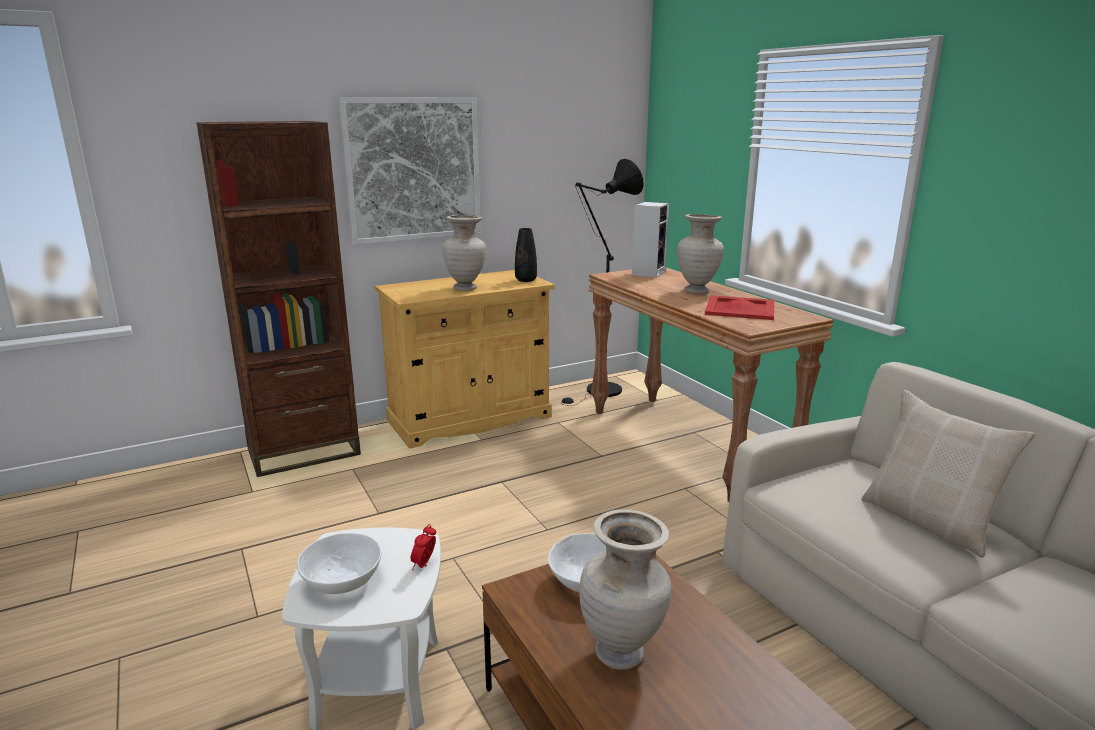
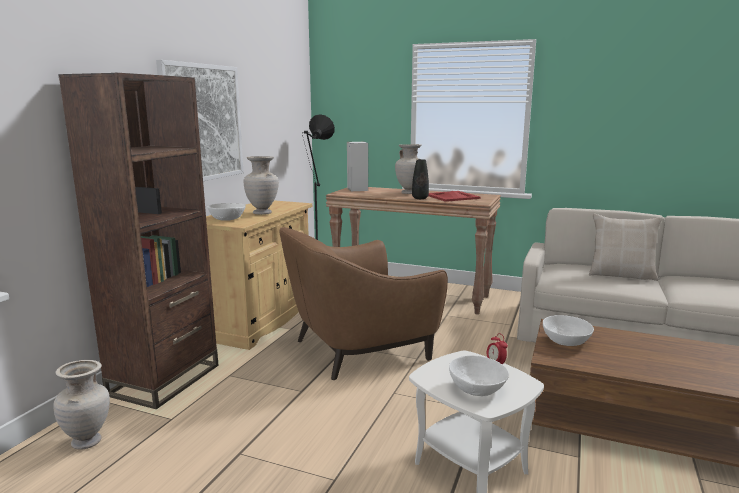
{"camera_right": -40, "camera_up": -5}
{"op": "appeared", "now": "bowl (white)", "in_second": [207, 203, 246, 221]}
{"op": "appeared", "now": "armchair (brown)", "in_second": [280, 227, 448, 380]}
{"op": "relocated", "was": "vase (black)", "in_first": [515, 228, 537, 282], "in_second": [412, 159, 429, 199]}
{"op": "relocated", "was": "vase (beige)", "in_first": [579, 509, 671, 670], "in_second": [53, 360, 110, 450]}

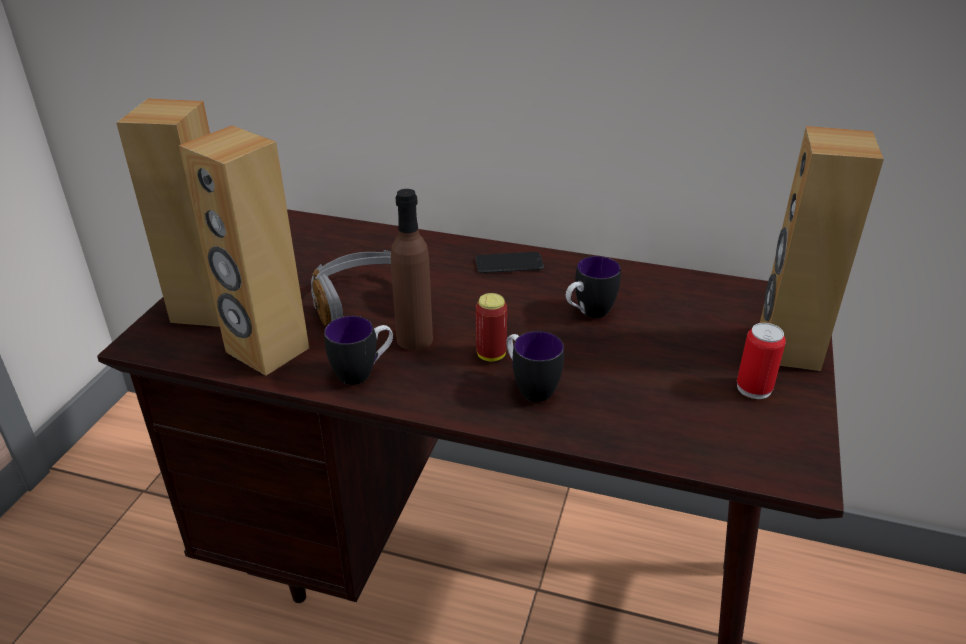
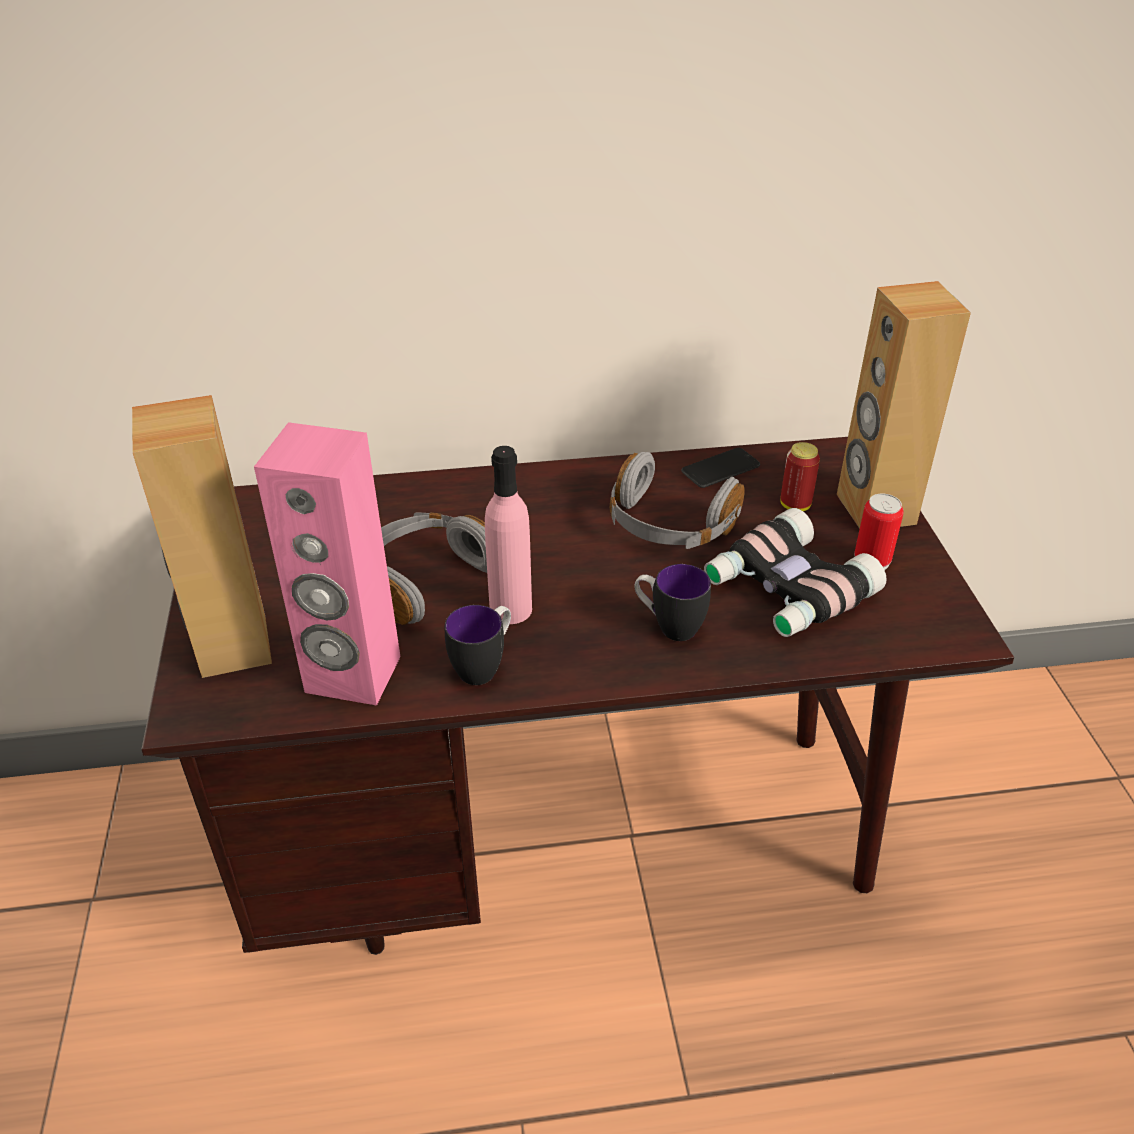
{"camera_right": -25, "camera_up": 5}
{"op": "appeared", "now": "binoculars", "in_second": [704, 508, 887, 637]}
{"op": "relocated", "was": "phone", "in_first": [475, 252, 544, 273], "in_second": [681, 448, 760, 488]}
{"op": "relocated", "was": "can", "in_first": [476, 293, 507, 361], "in_second": [780, 442, 820, 511]}
{"op": "exchanged", "was": "mug", "now": "headphones (grey)", "in_first": [566, 256, 621, 318], "in_second": [609, 452, 745, 549]}
{"op": "colour", "was": "speaker (brown)", "now": "speaker (pink)", "in_first": [179, 125, 309, 376], "in_second": [254, 422, 401, 706]}
{"op": "colour", "was": "bottle (brown)", "now": "bottle (pink)", "in_first": [391, 189, 433, 350], "in_second": [485, 446, 532, 624]}

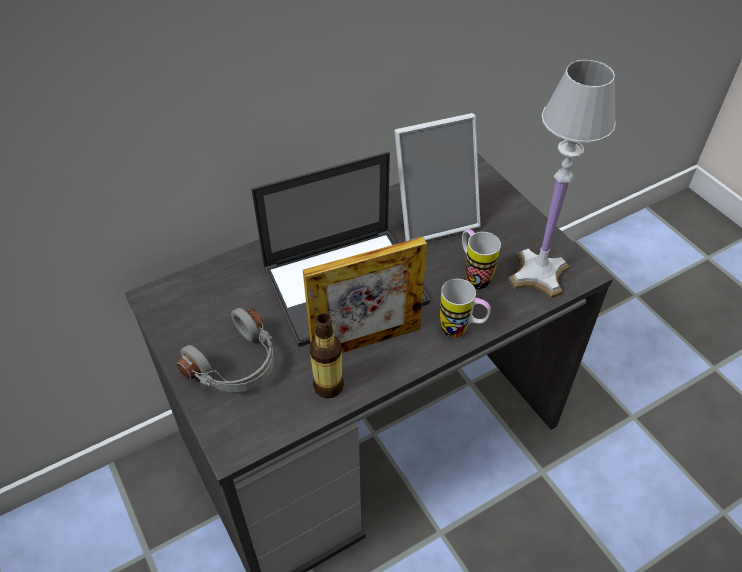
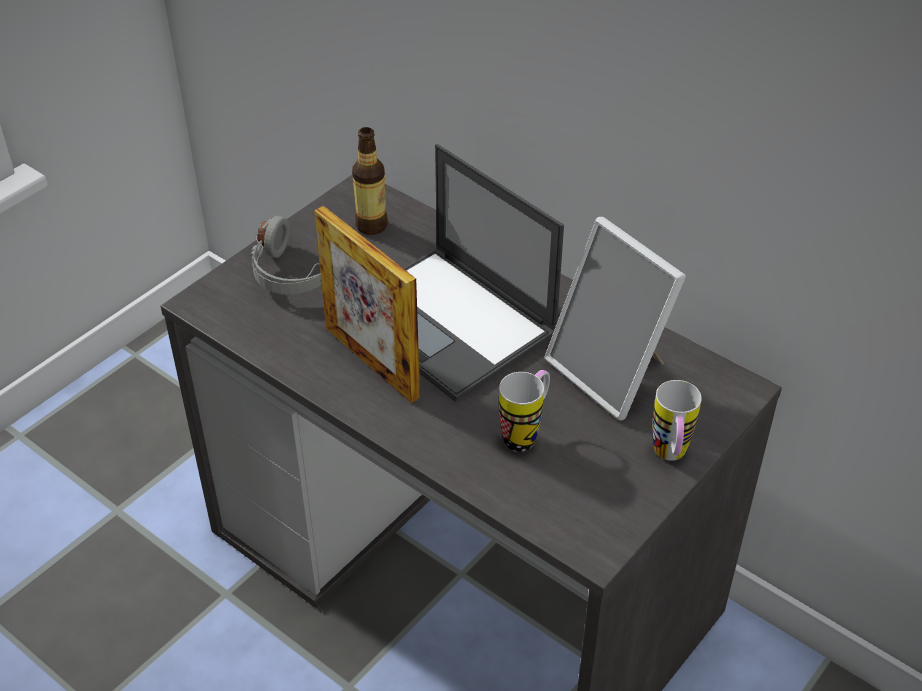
{"camera_right": 70, "camera_up": -5}
{"op": "missing", "was": "table lamp (white)", "in_first": [508, 60, 616, 299]}
{"op": "relocated", "was": "bottle", "in_first": [310, 313, 344, 398], "in_second": [352, 127, 388, 235]}
{"op": "relocated", "was": "mug", "in_first": [440, 279, 491, 338], "in_second": [653, 380, 702, 461]}

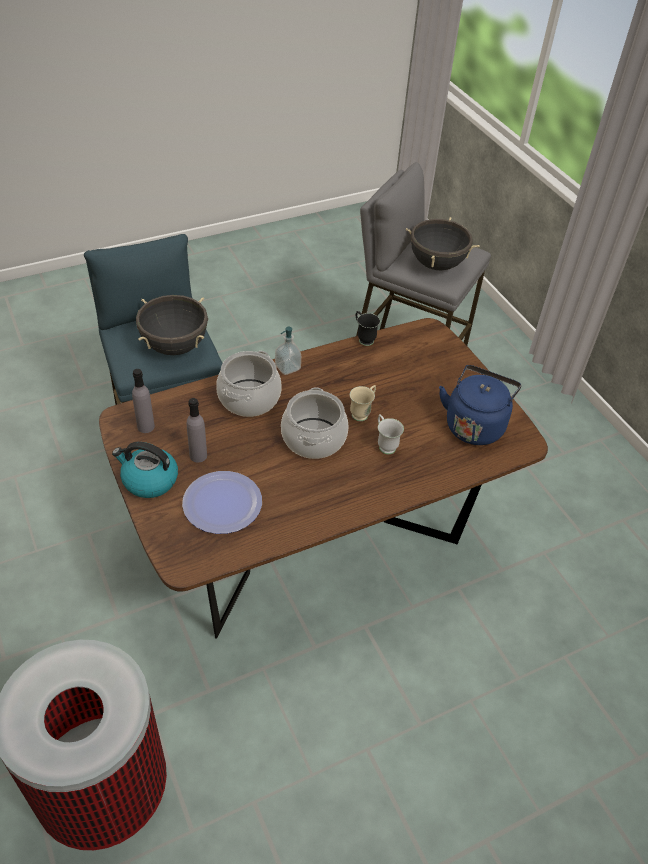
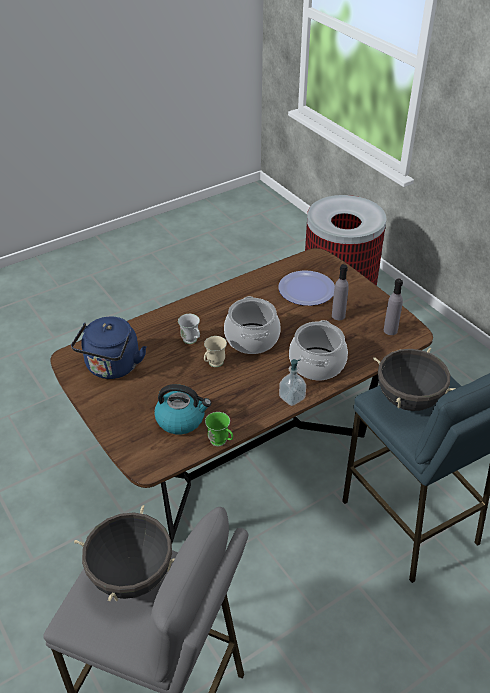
{"camera_right": 175, "camera_up": -5}
{"op": "relocated", "was": "kettle", "in_first": [112, 442, 178, 498], "in_second": [154, 384, 211, 434]}
{"op": "colour", "was": "mug (black)", "now": "mug (green)", "in_first": [356, 311, 380, 346], "in_second": [205, 412, 233, 446]}

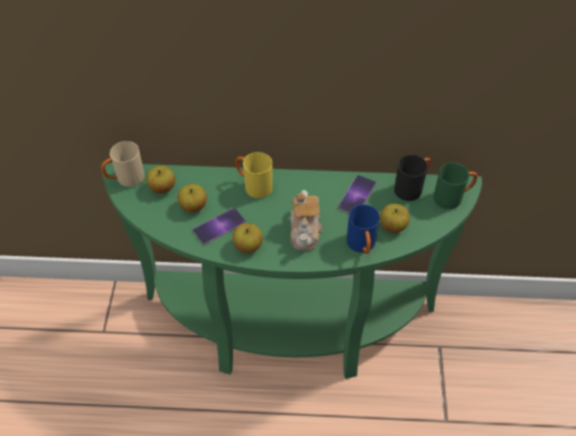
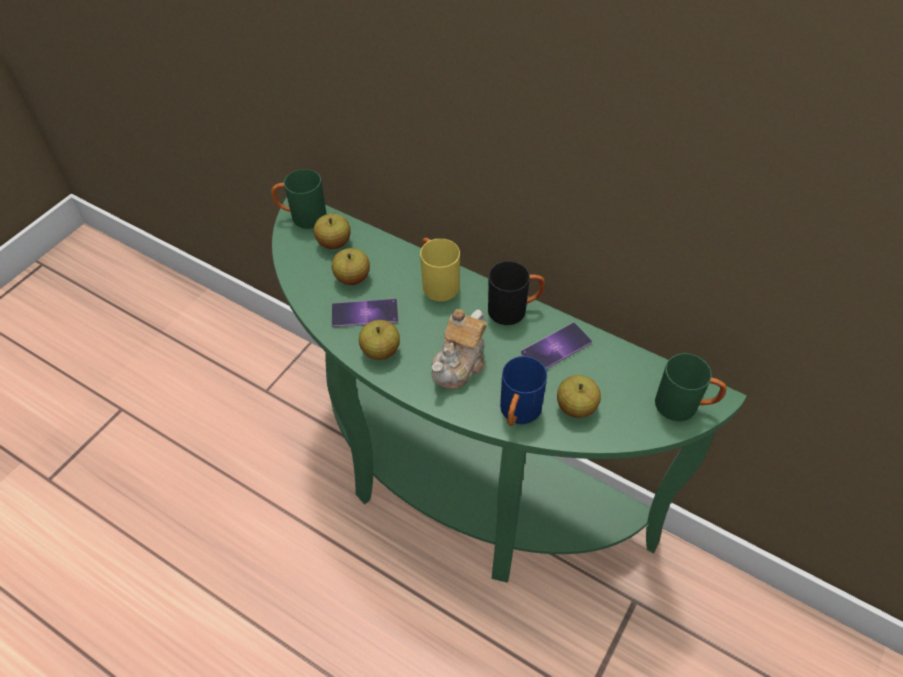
{"camera_right": 30, "camera_up": 0}
{"op": "relocated", "was": "mug (black)", "in_first": [394, 155, 431, 201], "in_second": [488, 261, 545, 325]}
{"op": "colour", "was": "mug (beige)", "now": "mug (green)", "in_first": [101, 141, 145, 187], "in_second": [271, 169, 327, 229]}

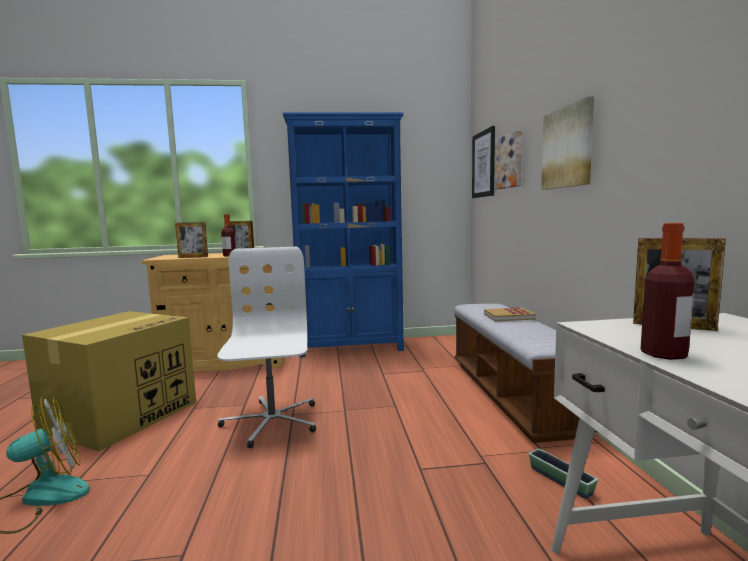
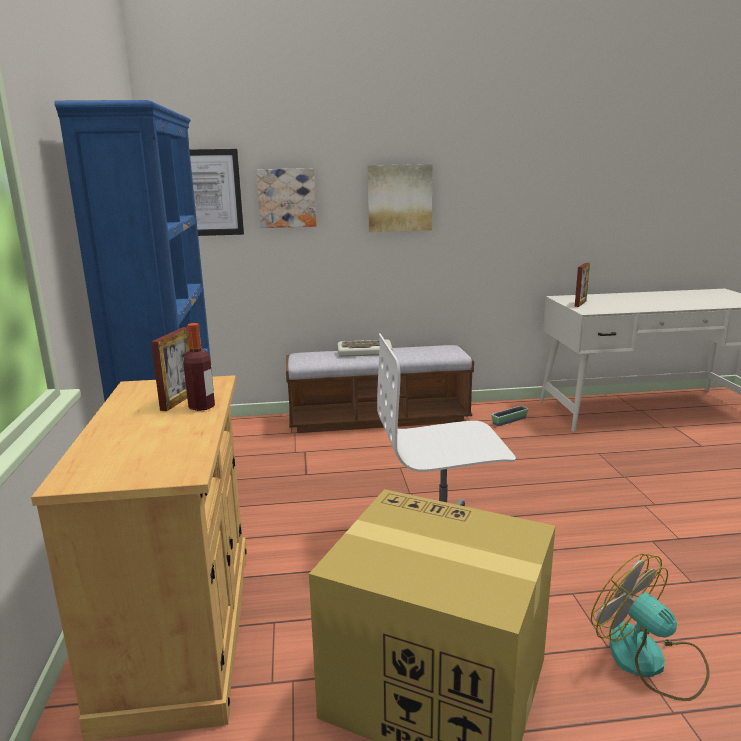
{"camera_right": -90, "camera_up": 10}
{"op": "missing", "was": "picture frame", "in_first": [175, 222, 208, 258]}
{"op": "missing", "was": "bottle", "in_first": [640, 223, 695, 360]}
{"op": "exchanged", "was": "book", "now": "keyboard", "in_first": [484, 307, 536, 321], "in_second": [337, 340, 393, 357]}

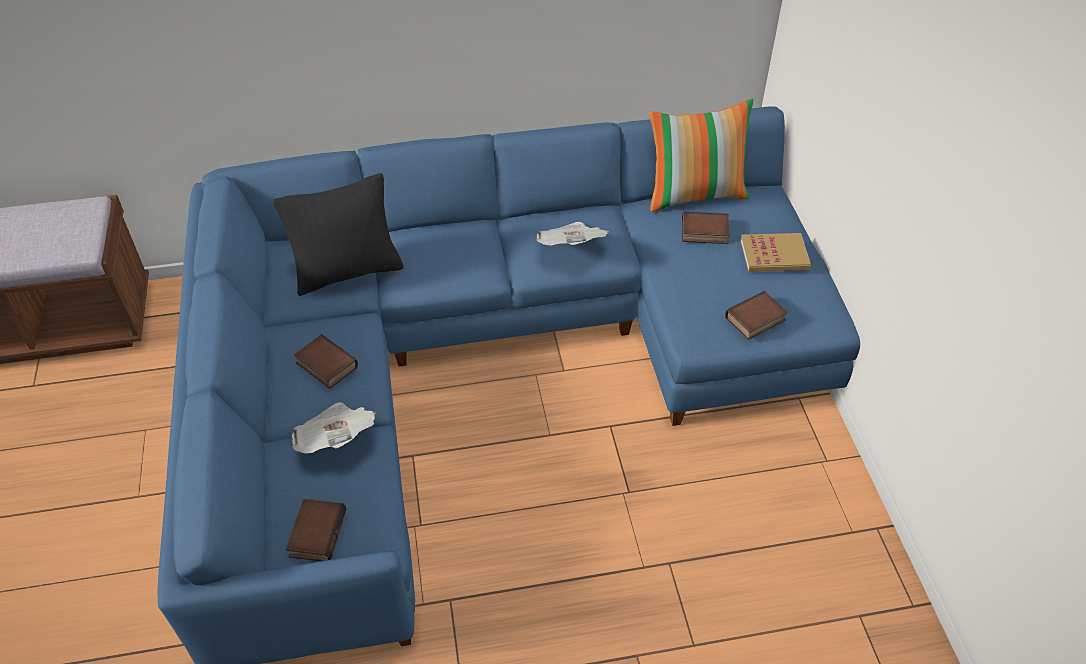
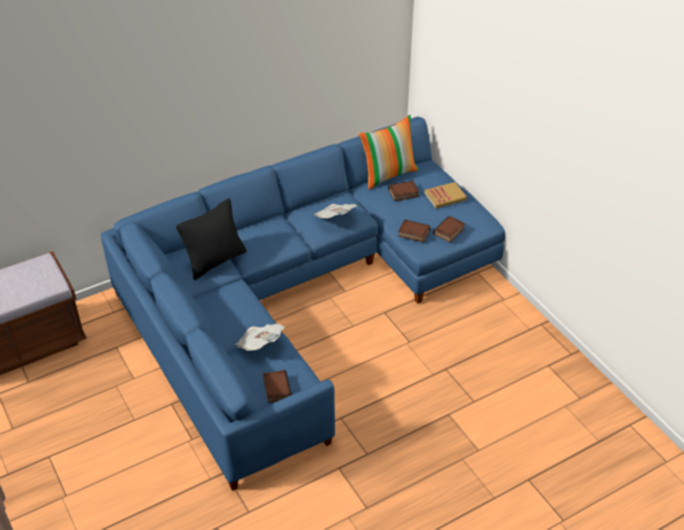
{"camera_right": -20, "camera_up": -5}
{"op": "relocated", "was": "book", "in_first": [294, 334, 358, 389], "in_second": [398, 219, 430, 243]}

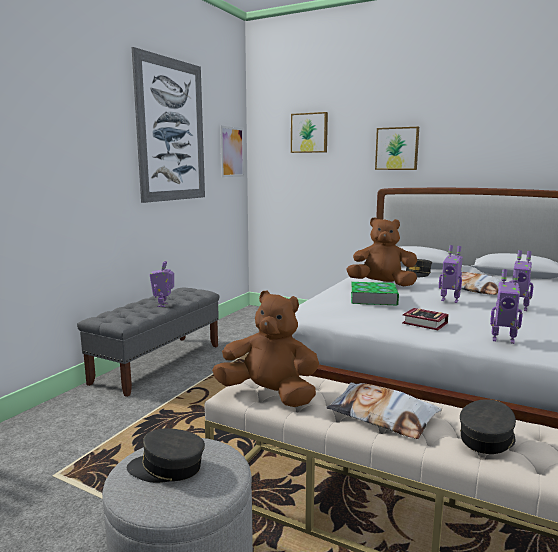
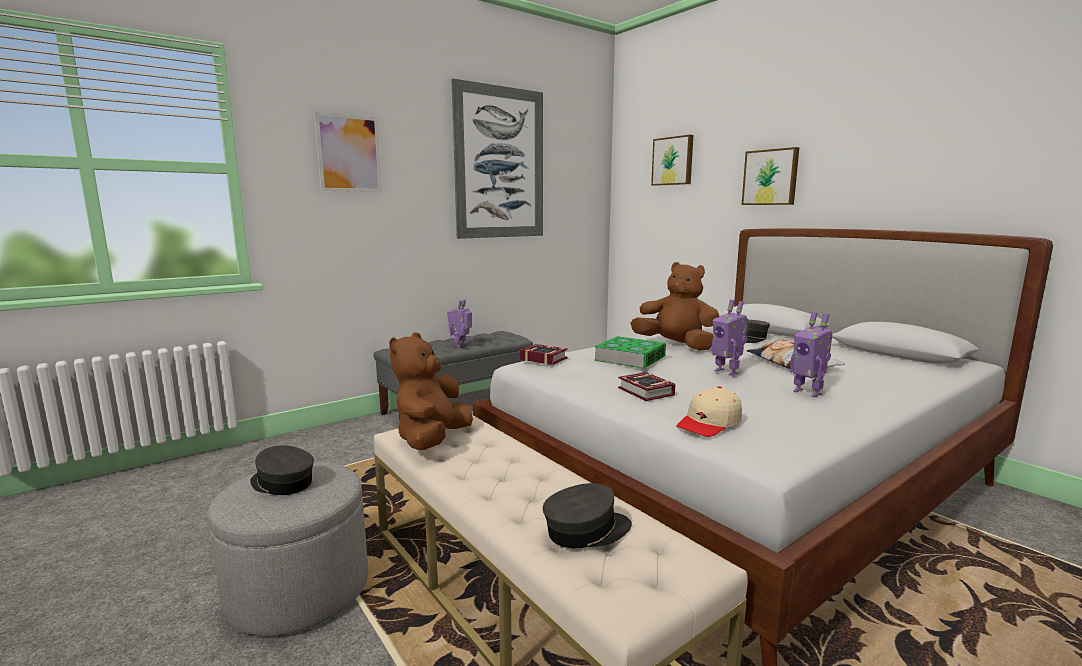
{"camera_right": 25, "camera_up": 0}
{"op": "missing", "was": "pillow", "in_first": [326, 382, 442, 439]}
{"op": "appeared", "now": "book", "in_second": [520, 344, 568, 365]}
{"op": "relocated", "was": "picture", "in_first": [220, 126, 244, 177], "in_second": [314, 111, 382, 192]}
{"op": "exchanged", "was": "toy robot", "now": "cap (beige)", "in_first": [490, 269, 523, 344], "in_second": [676, 386, 742, 437]}
{"op": "spun", "was": "plush toy (brown)", "in_first": [212, 290, 319, 407], "in_second": [389, 333, 473, 450], "clockwise": -120}

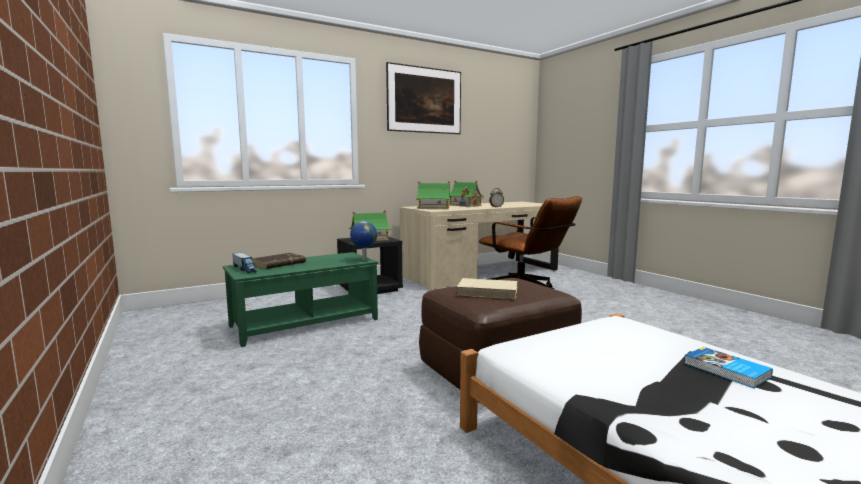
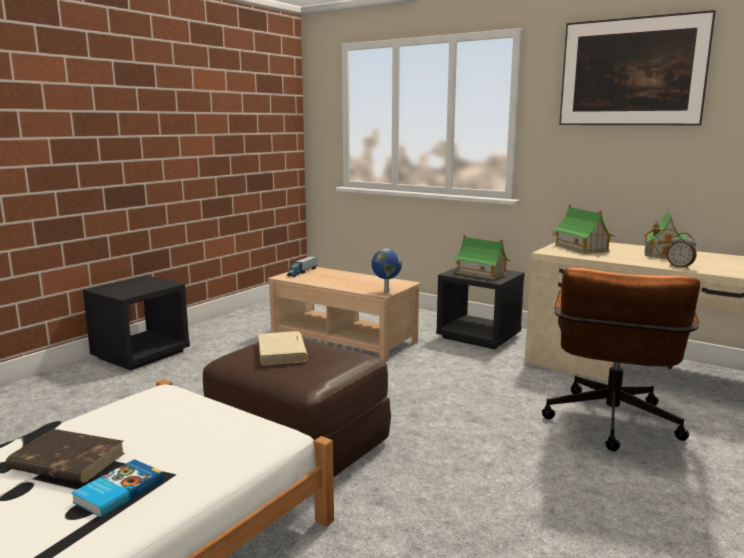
{"camera_right": 65, "camera_up": 5}
{"op": "appeared", "now": "nightstand (black)", "in_second": [83, 275, 190, 370]}
{"op": "relocated", "was": "book (brown)", "in_first": [252, 253, 306, 269], "in_second": [5, 429, 125, 483]}
{"op": "colour", "was": "coffee table (green)", "now": "coffee table (beige)", "in_first": [223, 252, 378, 347], "in_second": [268, 267, 421, 362]}

